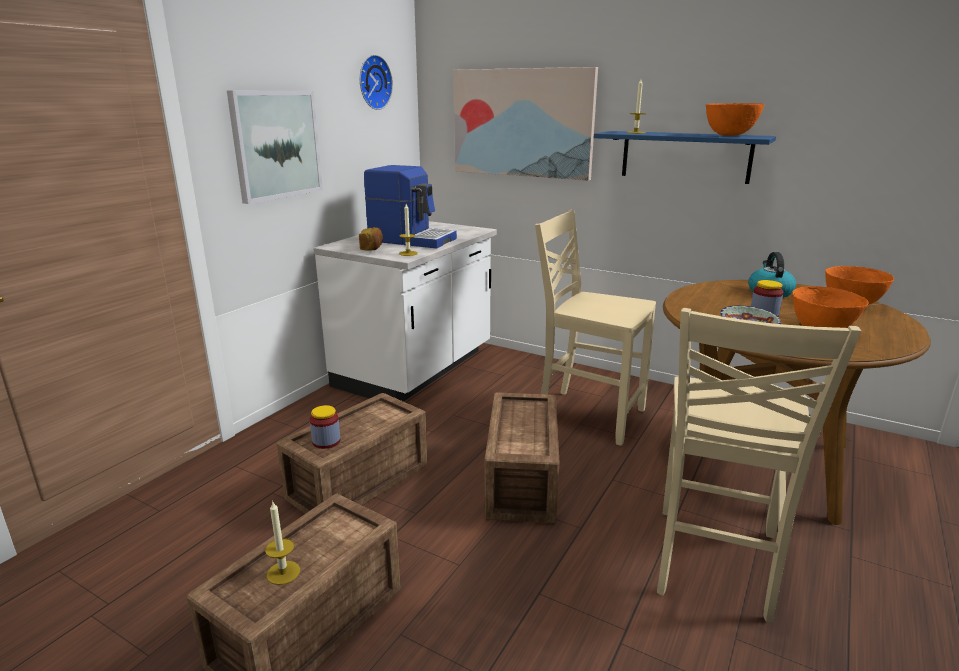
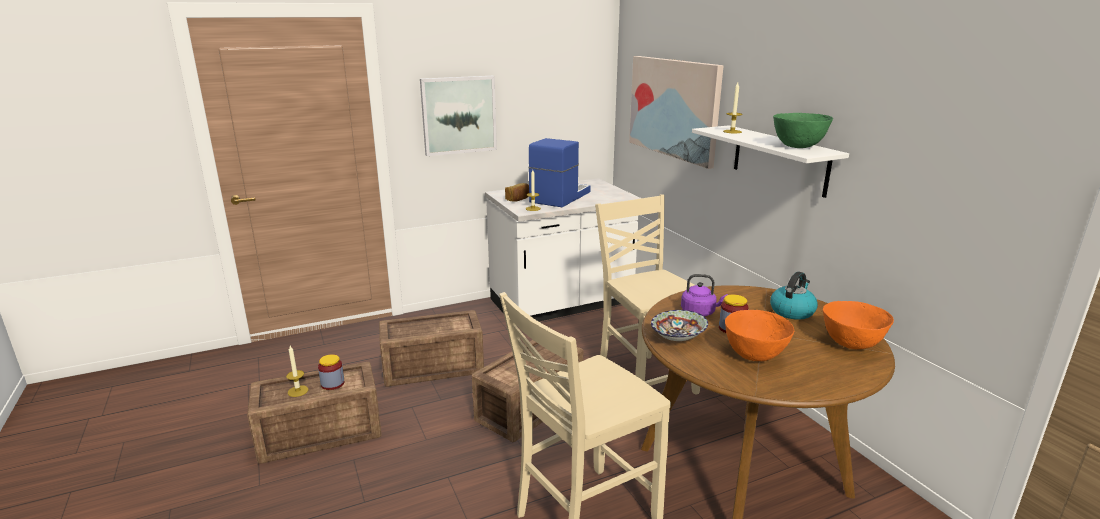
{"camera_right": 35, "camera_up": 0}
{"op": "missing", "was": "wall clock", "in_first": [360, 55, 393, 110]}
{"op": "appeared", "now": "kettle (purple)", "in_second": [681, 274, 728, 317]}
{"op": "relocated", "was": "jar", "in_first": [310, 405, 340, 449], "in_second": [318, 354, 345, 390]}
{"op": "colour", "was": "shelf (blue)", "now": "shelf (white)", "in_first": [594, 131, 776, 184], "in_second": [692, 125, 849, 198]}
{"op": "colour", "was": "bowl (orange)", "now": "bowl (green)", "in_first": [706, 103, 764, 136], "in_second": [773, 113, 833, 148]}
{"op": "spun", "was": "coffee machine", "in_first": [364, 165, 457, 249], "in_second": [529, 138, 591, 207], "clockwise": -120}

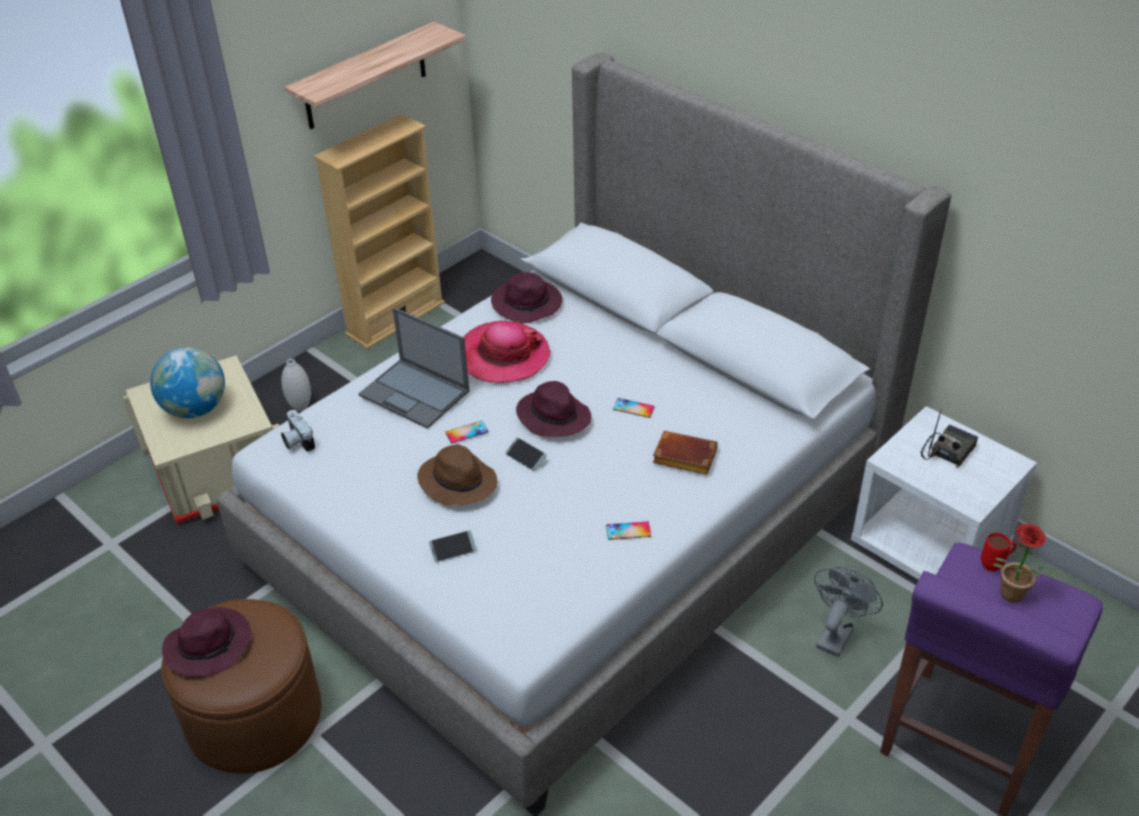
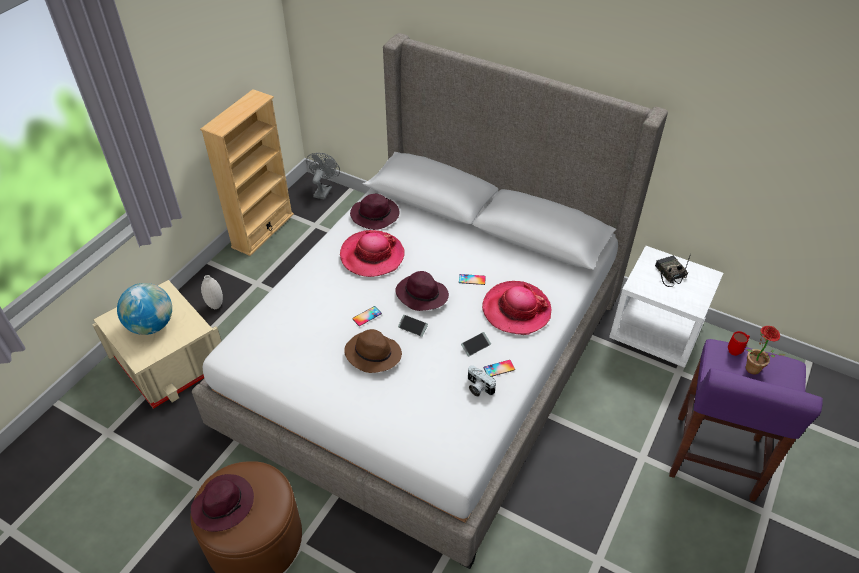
{"camera_right": -15, "camera_up": 5}
{"op": "missing", "was": "shelf", "in_first": [285, 22, 466, 129]}
{"op": "missing", "was": "laptop", "in_first": [358, 307, 470, 429]}
{"op": "relocated", "was": "photo camera", "in_first": [281, 410, 315, 452], "in_second": [468, 365, 496, 397]}
{"op": "relocated", "was": "phone", "in_first": [429, 530, 477, 562], "in_second": [461, 332, 491, 356]}
{"op": "relocated", "was": "fan (grey)", "in_first": [814, 566, 883, 657], "in_second": [306, 153, 340, 200]}
{"op": "exchanged", "was": "book (brown)", "now": "hat", "in_first": [653, 431, 718, 475], "in_second": [482, 281, 552, 335]}
{"op": "spun", "was": "radio", "in_first": [921, 409, 978, 468], "in_second": [655, 254, 691, 287], "clockwise": -45}

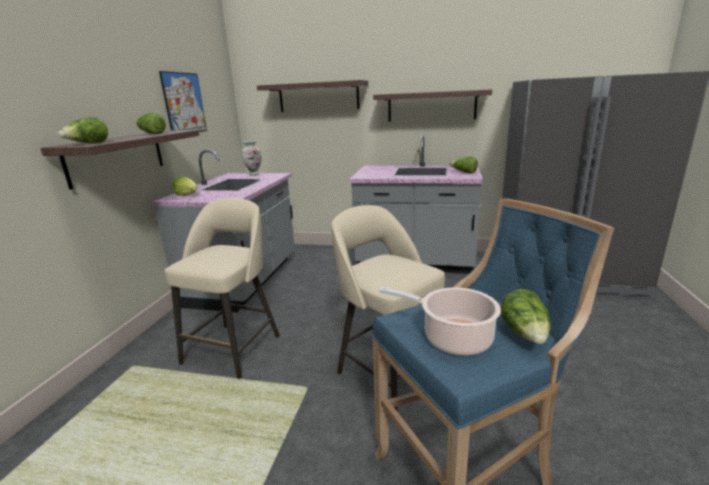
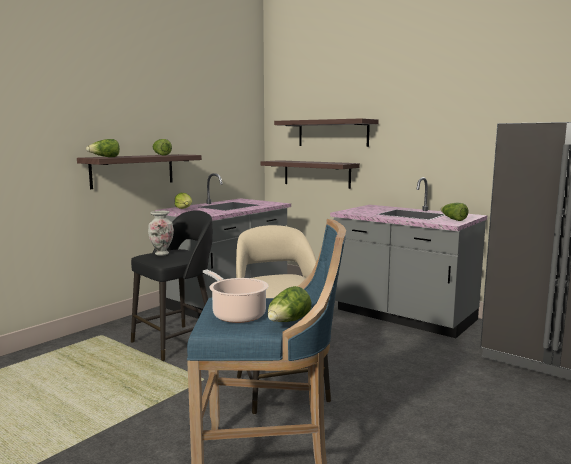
{"camera_right": 25, "camera_up": -10}
{"op": "missing", "was": "picture", "in_first": [159, 71, 207, 132]}
{"op": "relocated", "was": "vase", "in_first": [242, 140, 262, 175], "in_second": [148, 211, 174, 256]}
{"op": "relocated", "was": "shelf", "in_first": [373, 89, 492, 122], "in_second": [261, 160, 360, 189]}
{"op": "colour", "was": "stool (beige)", "now": "stool (black)", "in_first": [165, 198, 280, 379], "in_second": [131, 210, 213, 361]}

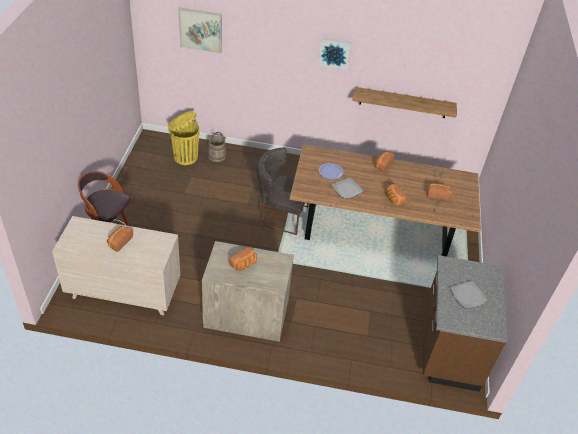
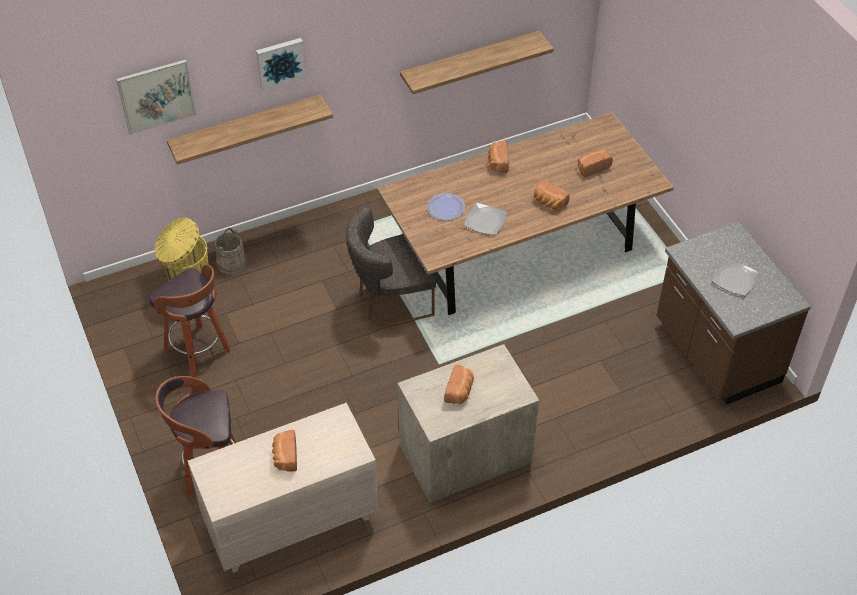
{"camera_right": -30, "camera_up": 5}
{"op": "appeared", "now": "stool", "in_second": [149, 265, 231, 377]}
{"op": "appeared", "now": "shelf", "in_second": [167, 94, 333, 165]}
{"op": "relocated", "was": "picture", "in_first": [318, 38, 352, 70], "in_second": [256, 38, 306, 91]}

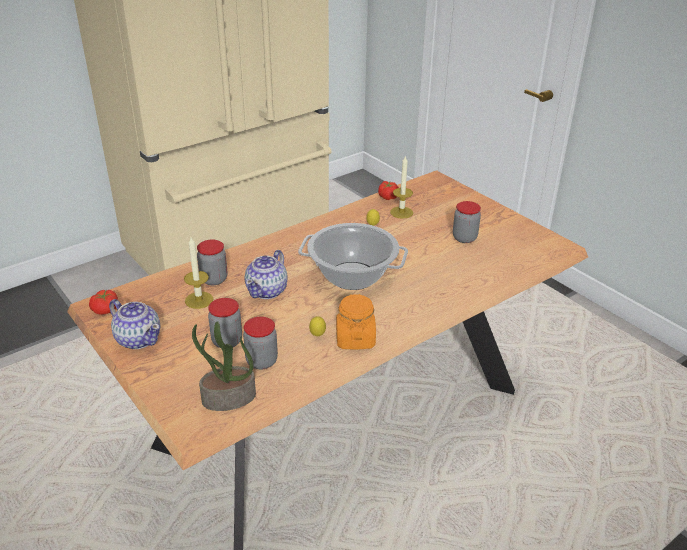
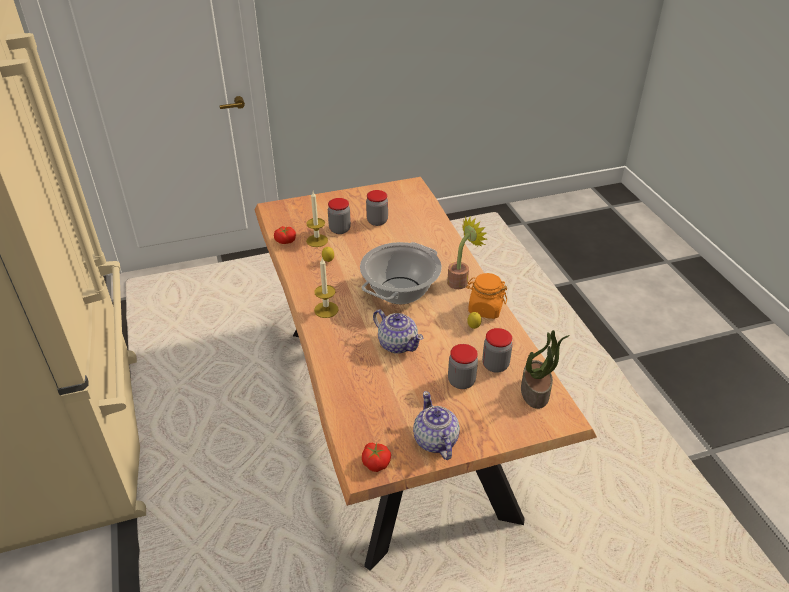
{"camera_right": -70, "camera_up": 5}
{"op": "appeared", "now": "potted plant", "in_second": [447, 215, 487, 289]}
{"op": "relocated", "was": "candle", "in_first": [184, 237, 213, 309], "in_second": [314, 258, 339, 318]}
{"op": "relocated", "was": "jar", "in_first": [197, 239, 227, 285], "in_second": [328, 198, 351, 234]}
{"op": "spun", "was": "teapot", "in_first": [109, 299, 160, 349], "in_second": [413, 391, 460, 460], "clockwise": -75}

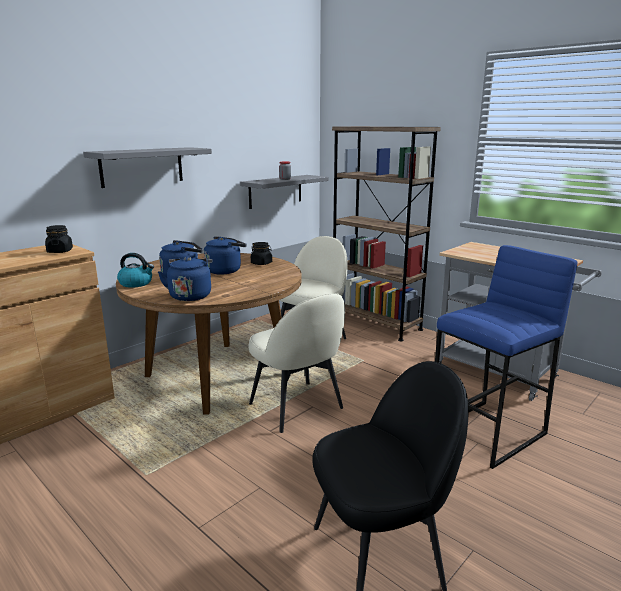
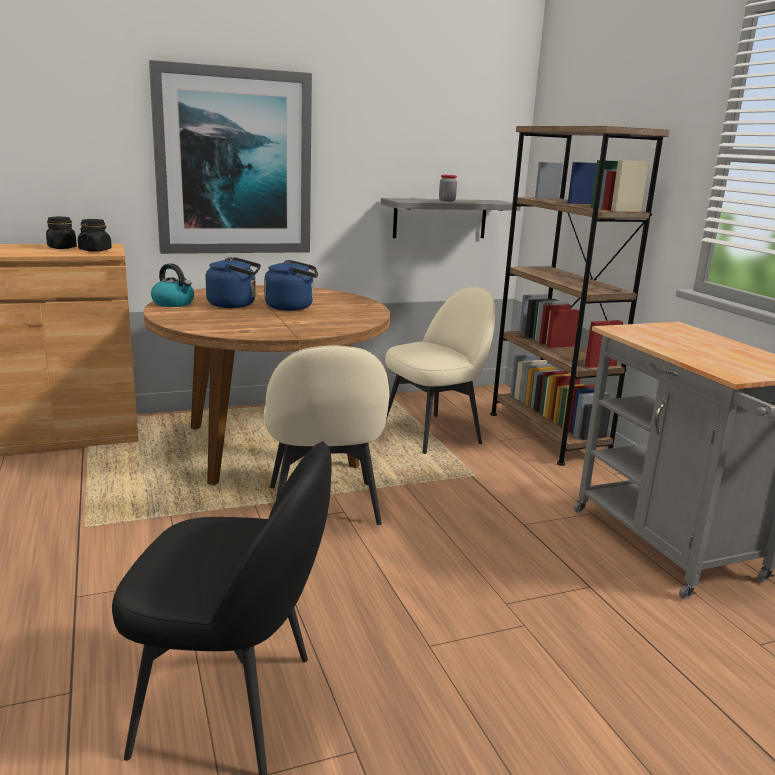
{"camera_right": 25, "camera_up": 0}
{"op": "missing", "was": "kettle (blue)", "in_first": [158, 257, 212, 301]}
{"op": "missing", "was": "stool (blue)", "in_first": [435, 245, 577, 469]}
{"op": "relocated", "was": "jar (black)", "in_first": [251, 242, 272, 265], "in_second": [46, 217, 77, 249]}
{"op": "exchanged", "was": "shelf (grey)", "now": "picture", "in_first": [83, 147, 212, 188], "in_second": [149, 60, 312, 254]}

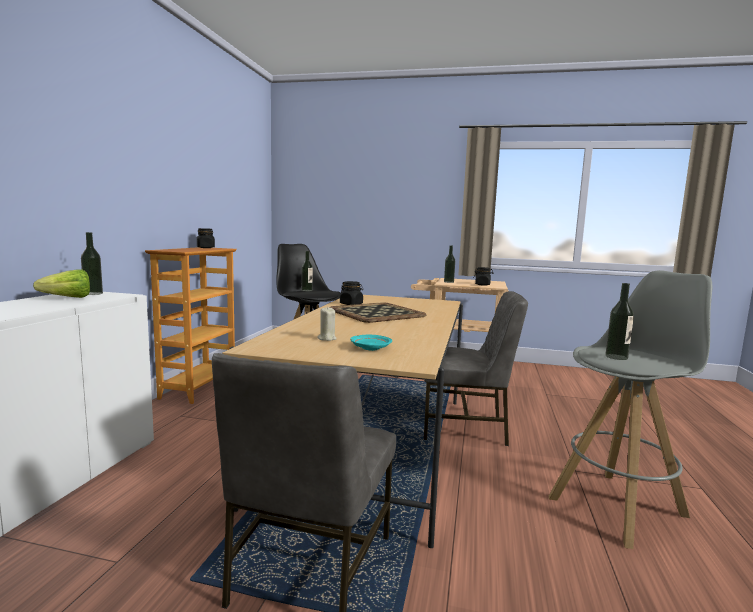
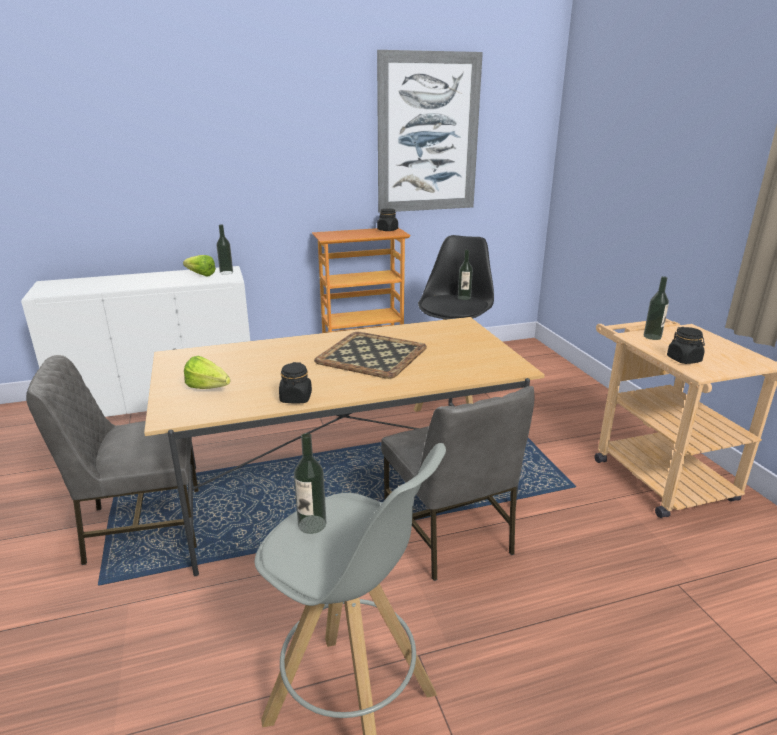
{"camera_right": 60, "camera_up": 15}
{"op": "missing", "was": "candle (beige)", "in_first": [317, 307, 337, 341]}
{"op": "appeared", "now": "picture", "in_second": [377, 50, 483, 213]}
{"op": "relocated", "was": "jar (black)", "in_first": [340, 281, 363, 305], "in_second": [279, 362, 312, 403]}
{"op": "exchanged", "was": "plate (turquoise)", "now": "lettuce", "in_first": [350, 335, 392, 351], "in_second": [184, 356, 230, 389]}

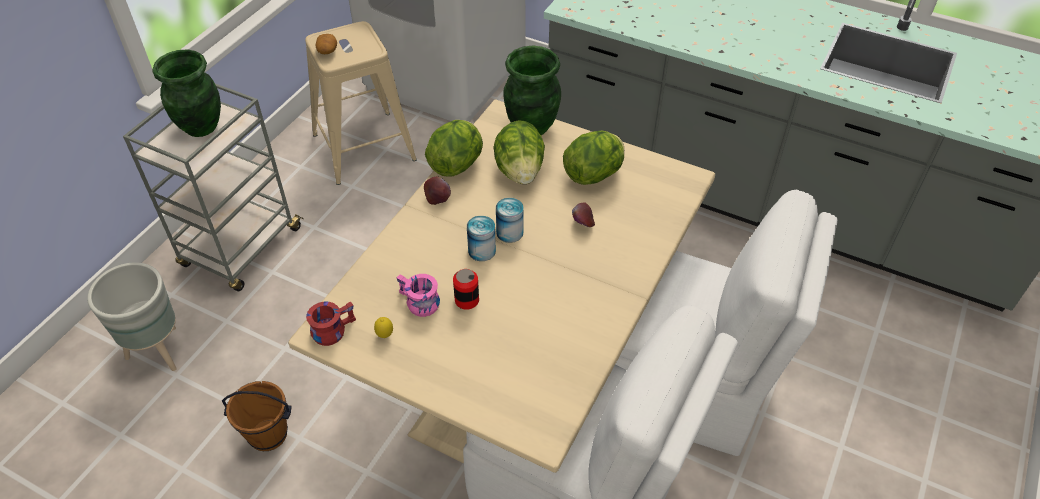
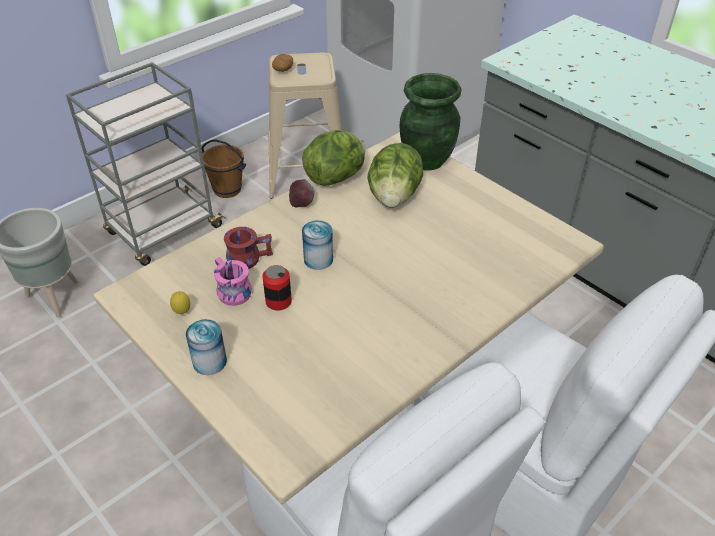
{"camera_right": 20, "camera_up": -5}
{"op": "missing", "was": "vase (green)", "in_first": [152, 49, 221, 137]}
{"op": "missing", "was": "lettuce", "in_first": [563, 131, 624, 185]}
{"op": "missing", "was": "apple", "in_first": [572, 202, 595, 227]}
{"op": "relocated", "was": "bucket (brown)", "in_first": [222, 381, 292, 451], "in_second": [201, 139, 246, 198]}
{"op": "relocated", "was": "mug (red)", "in_first": [306, 301, 356, 346], "in_second": [224, 227, 273, 269]}
{"op": "relocated", "was": "can", "in_first": [496, 198, 523, 243], "in_second": [186, 319, 227, 375]}

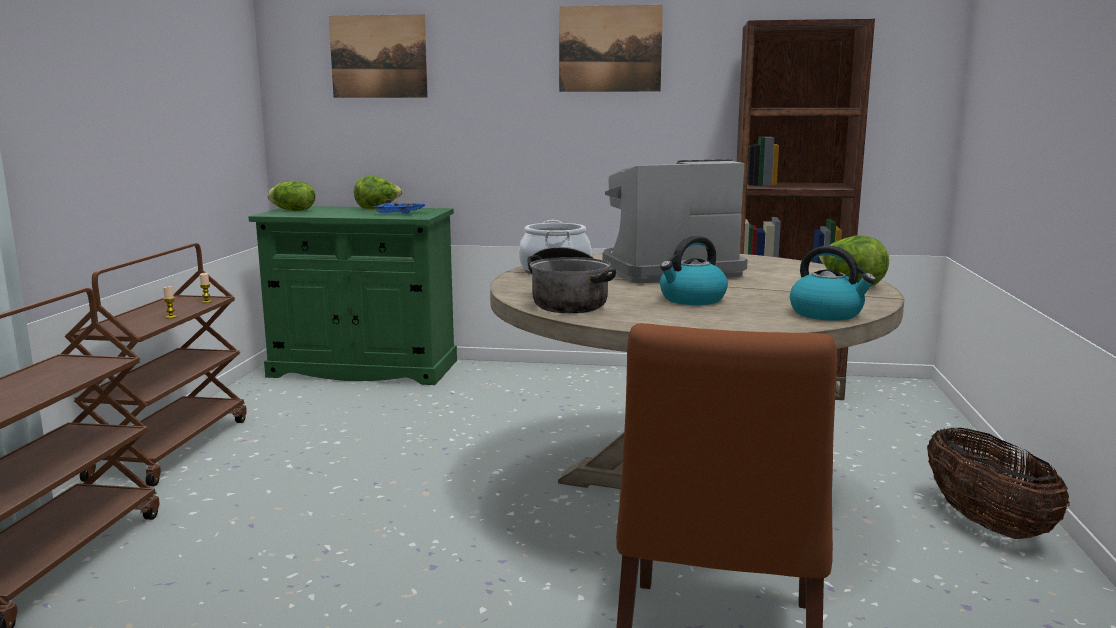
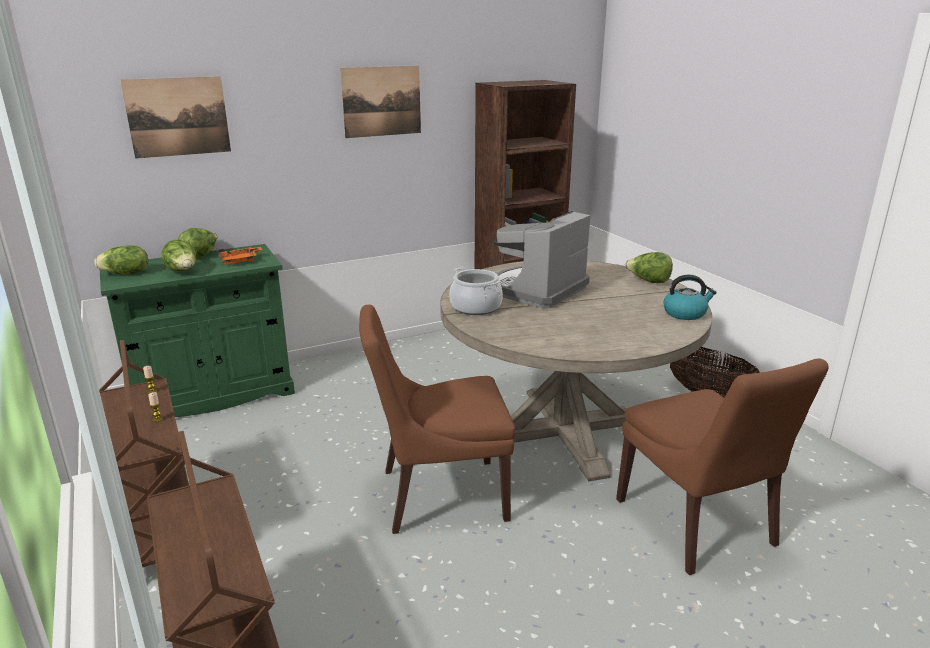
{"camera_right": -35, "camera_up": 10}
{"op": "missing", "was": "cooking pot", "in_first": [527, 247, 616, 313]}
{"op": "missing", "was": "kettle", "in_first": [660, 236, 728, 305]}
{"op": "appeared", "now": "lettuce", "in_second": [162, 240, 196, 272]}
{"op": "appeared", "now": "chair (brown)", "in_second": [359, 305, 515, 534]}
{"op": "colour", "was": "tray (blue)", "now": "tray (orange)", "in_first": [373, 199, 429, 214], "in_second": [218, 247, 262, 265]}

